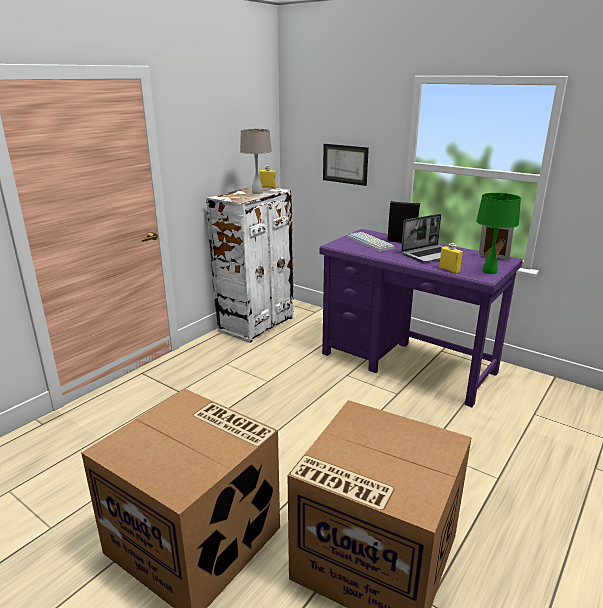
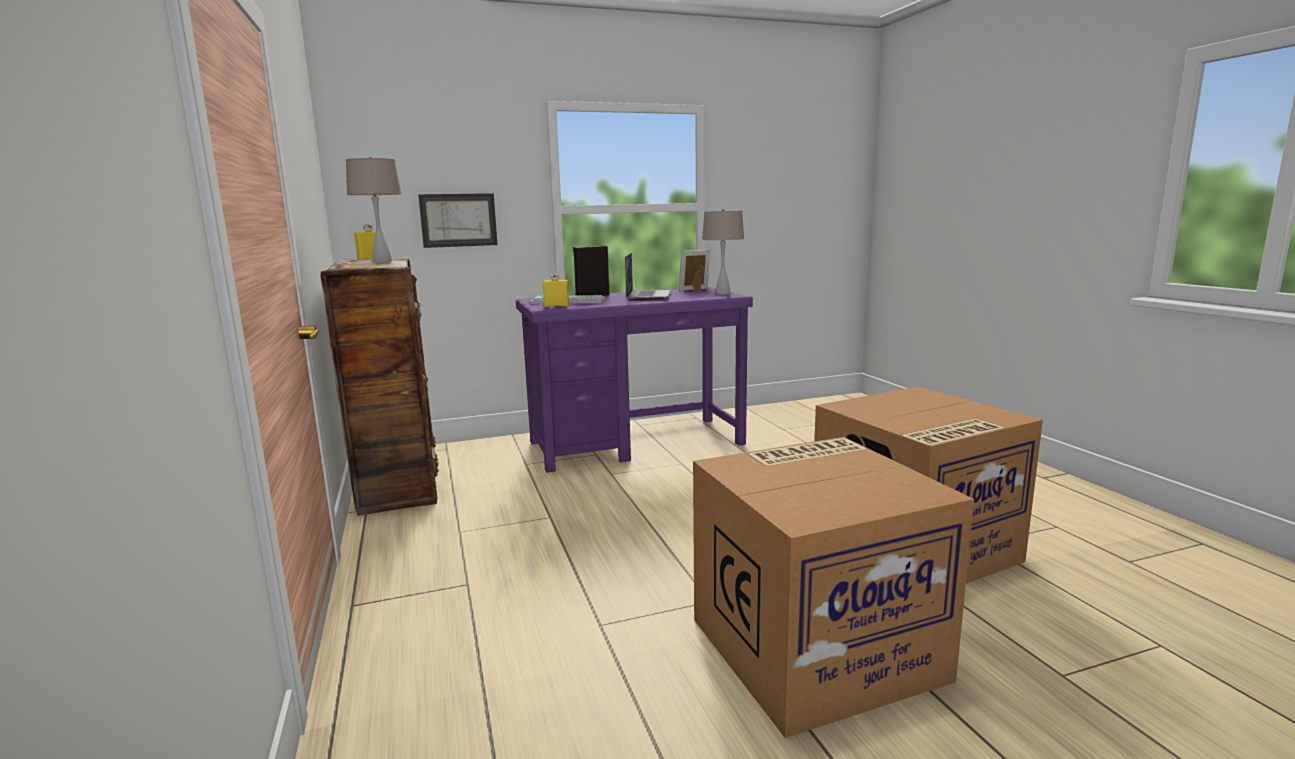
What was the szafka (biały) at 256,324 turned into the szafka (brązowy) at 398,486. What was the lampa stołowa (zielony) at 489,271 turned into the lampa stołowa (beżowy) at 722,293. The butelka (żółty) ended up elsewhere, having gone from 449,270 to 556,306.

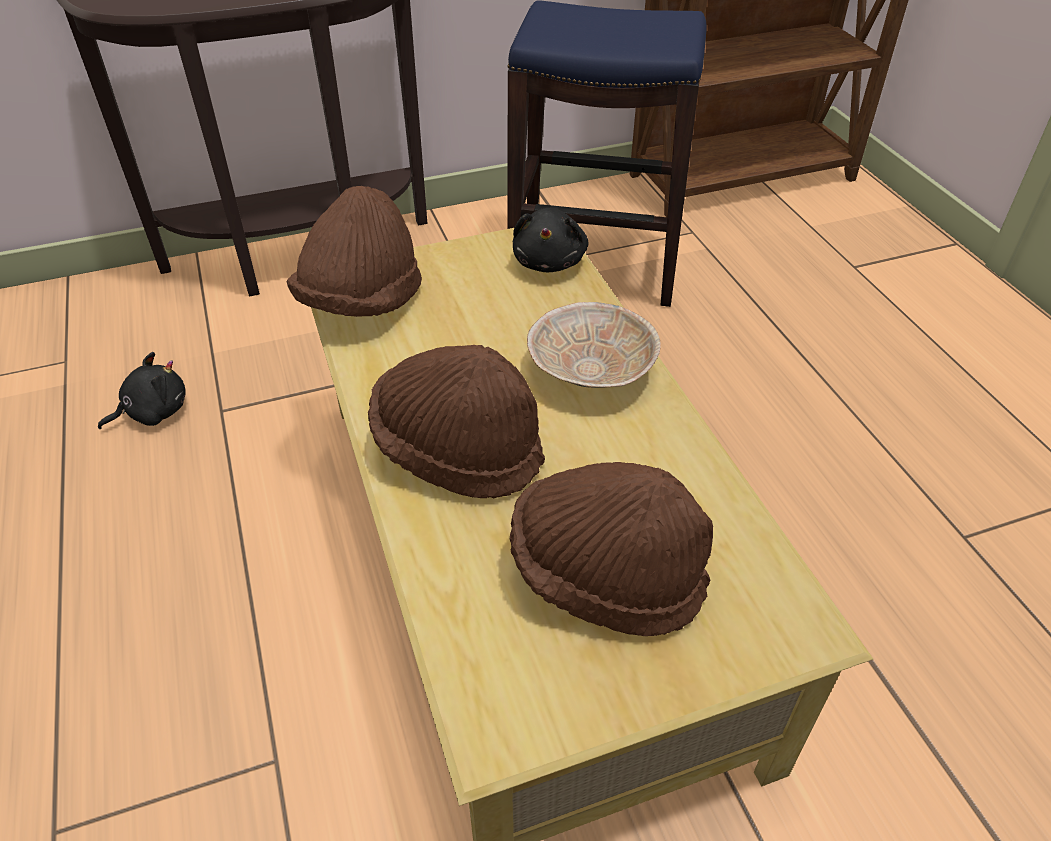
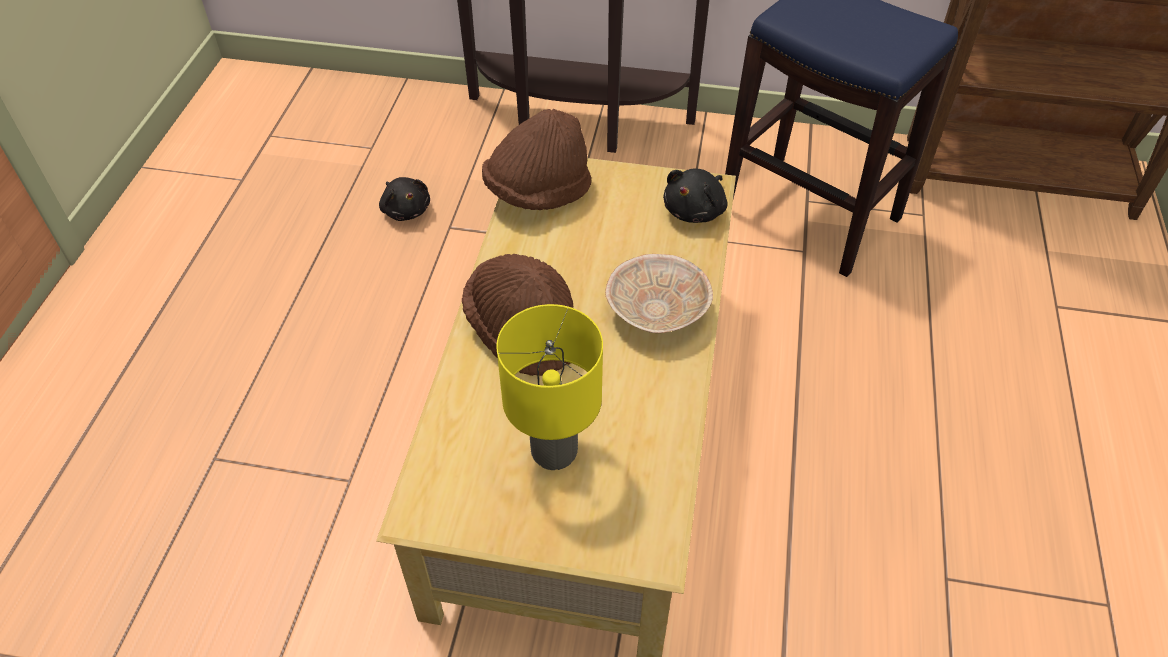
The pluszak (czarny) at 153,412 ended up facing another way, 60 degrees clockwise from before. Where the kapelusz (brązowy) stood at 606,575, the lampa stołowa (żółty) came to stand at 554,455.

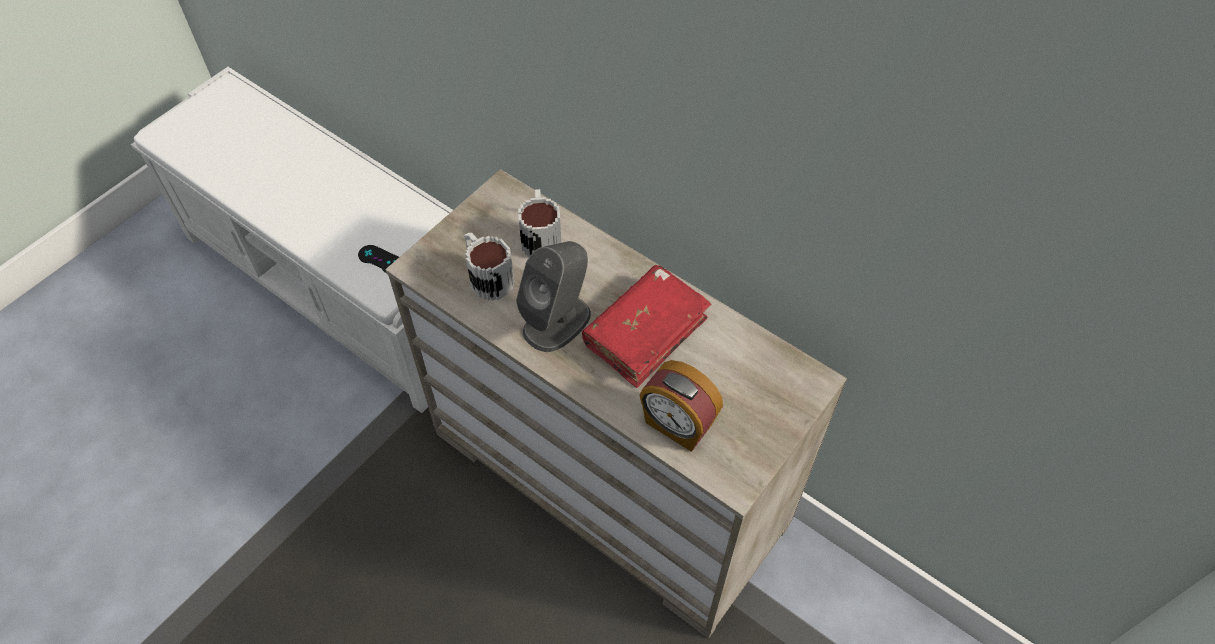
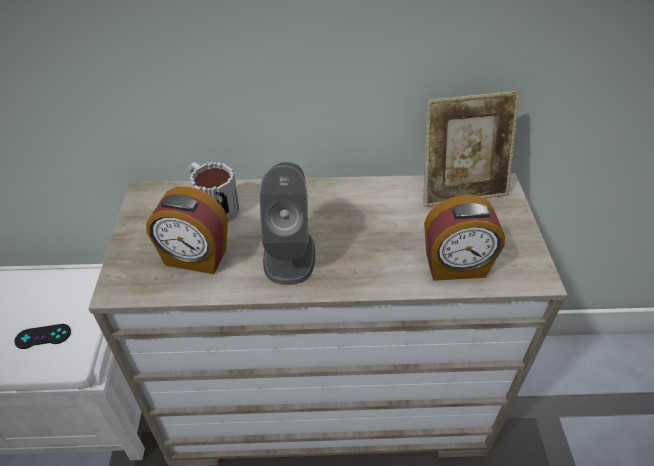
Where the kubek stood at 487,276, the budzik came to stand at 195,258. The second view lost the książka (czerwony) at 645,332. The second view gained the ramka na zdjęcie at 461,190.

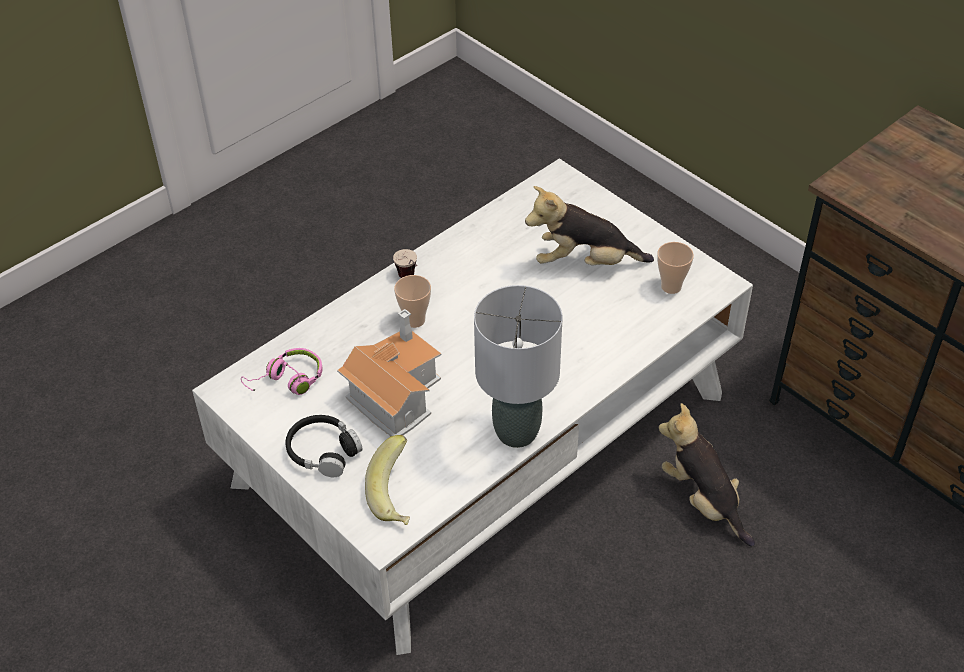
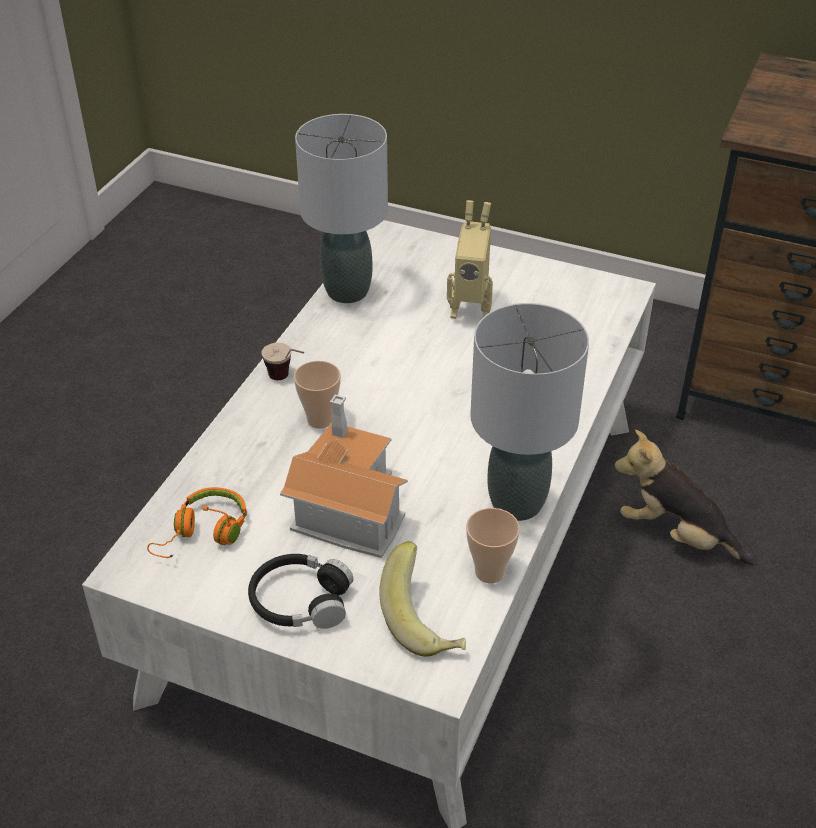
Where the pluszak stood at 584,262, the robot zabawkowy came to stand at 471,308. The filiżanka ended up elsewhere, having gone from 671,286 to 489,572. What was the słuchawki (różowy) at 287,380 turned into the słuchawki (pomarańczowy) at 204,533. The second view gained the lampa stołowa (szary) at 346,291.

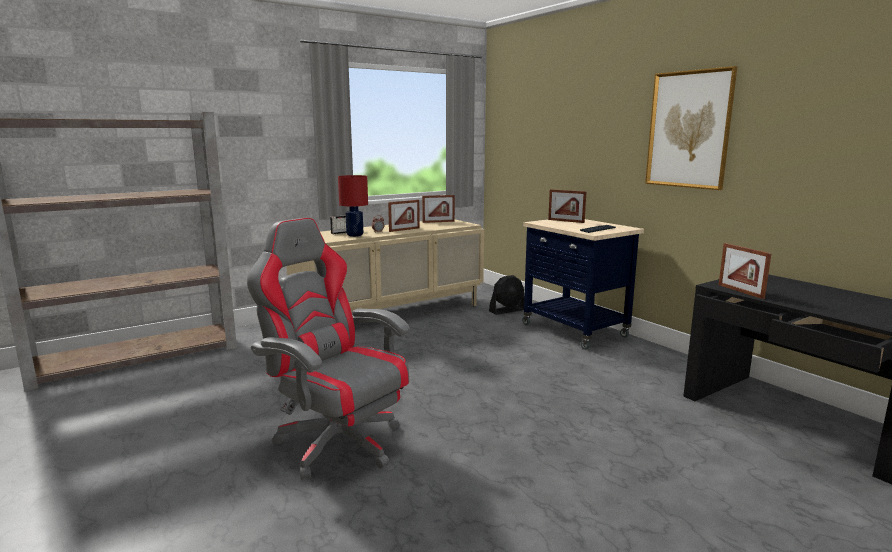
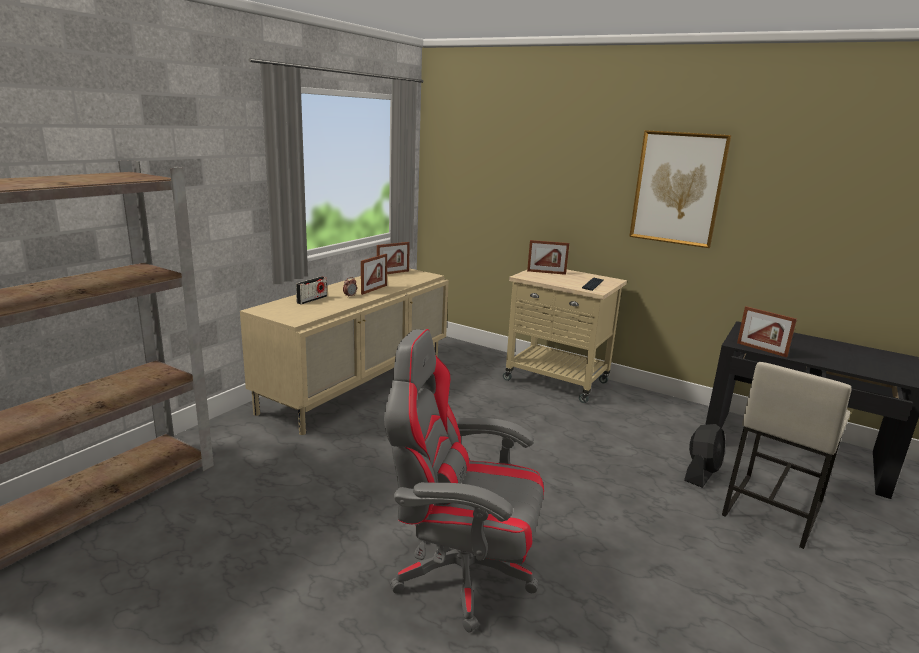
The second view lost the lampa stołowa (czerwony) at 354,236. What was the wózek (niebieski) at 575,331 turned into the wózek (beżowy) at 556,381. The wentylator (czarny) ended up elsewhere, having gone from 507,310 to 701,473. The second view gained the stołek (beżowy) at 772,509.

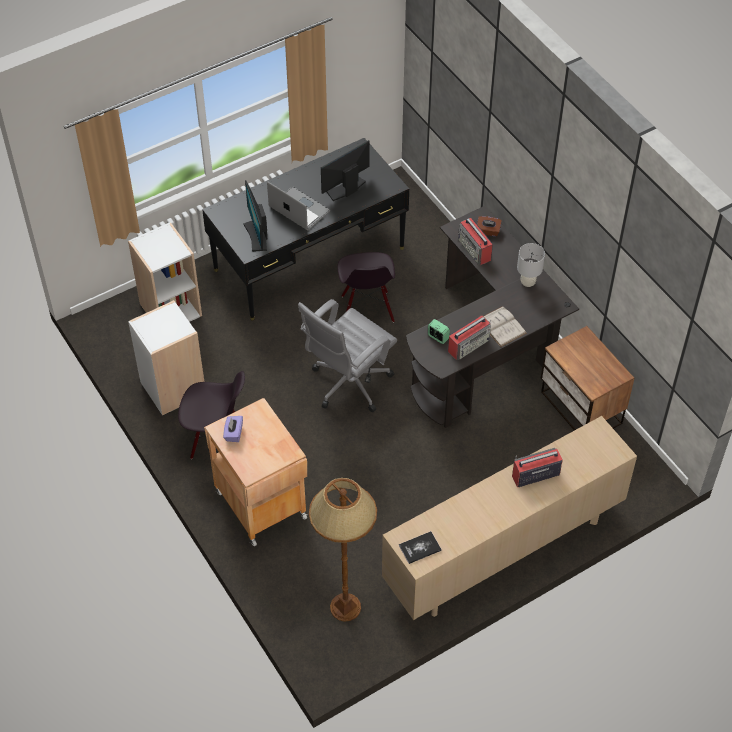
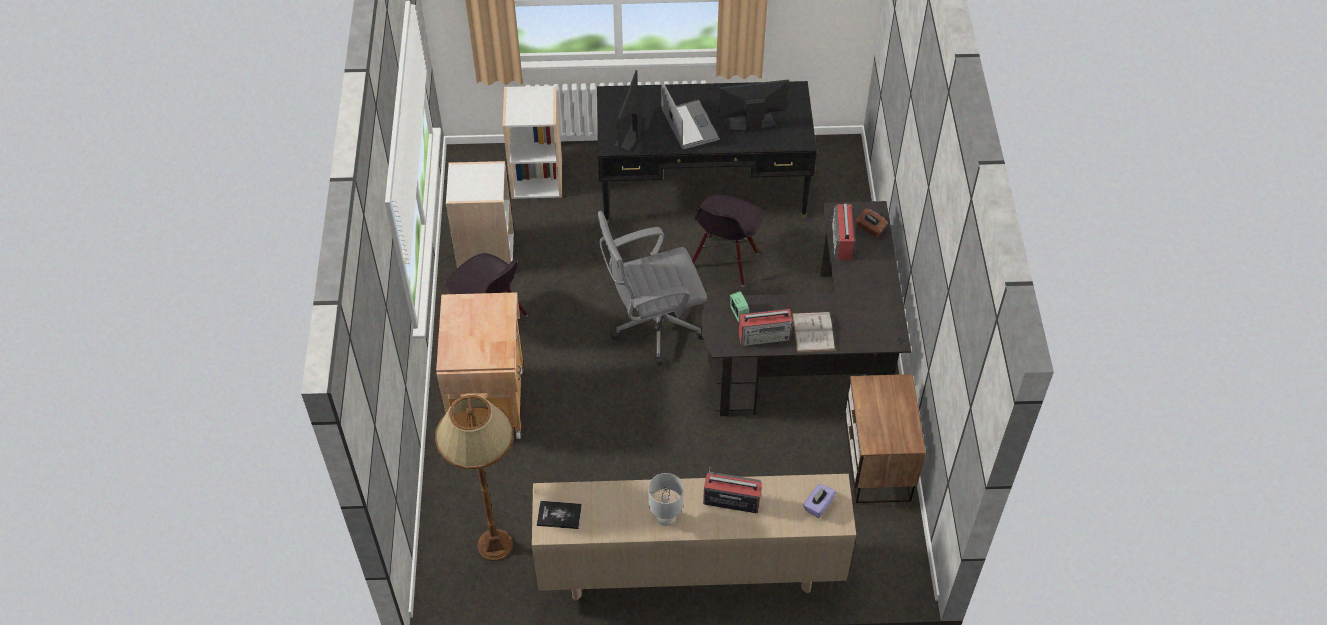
The lampa stołowa (szary) ended up elsewhere, having gone from 528,283 to 665,520. The pudełko chusteczek (fioletowy) ended up elsewhere, having gone from 233,433 to 818,505.

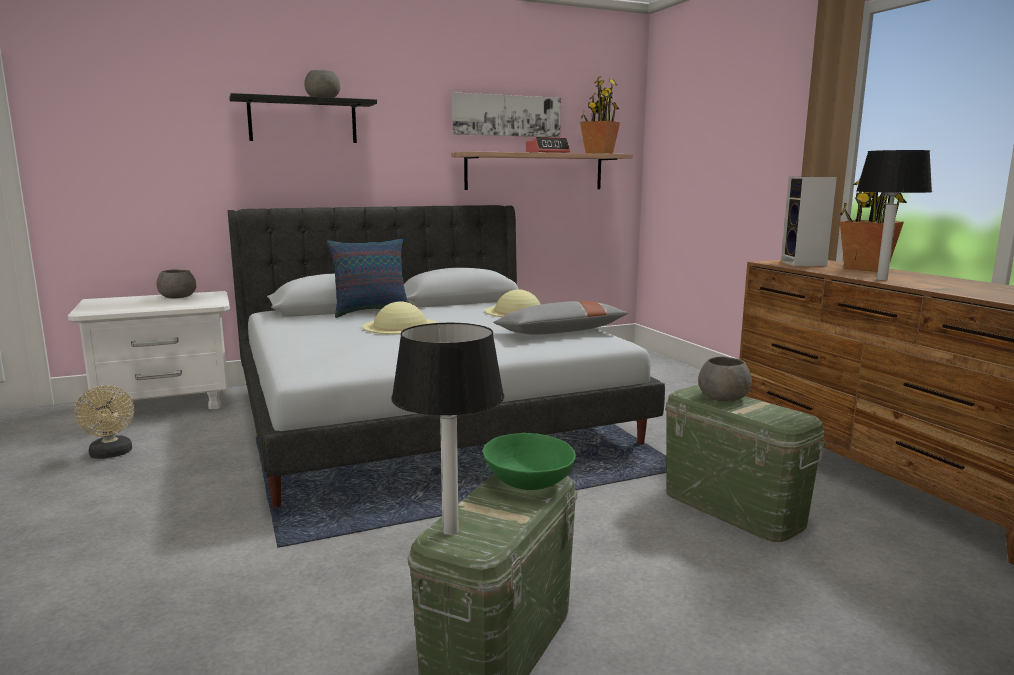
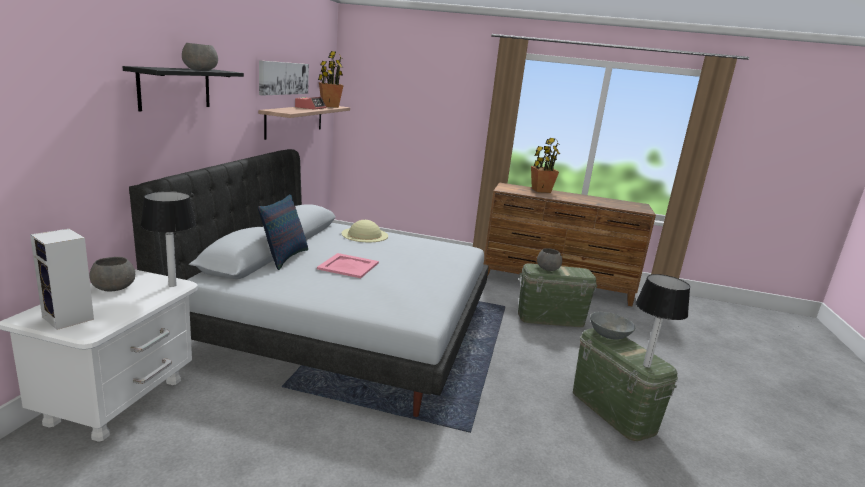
The lampa stołowa ended up elsewhere, having gone from 881,279 to 172,285. The głośnik ended up elsewhere, having gone from 805,264 to 70,318. Where the kapelusz (beżowy) stood at 400,326, the taca (różowy) came to stand at 349,266. The second view lost the poduszka (szary) at 561,332. The second view lost the wentylator (beżowy) at 111,454. What was the miska (zielony) at 527,482 turned into the miska (szary) at 609,335.

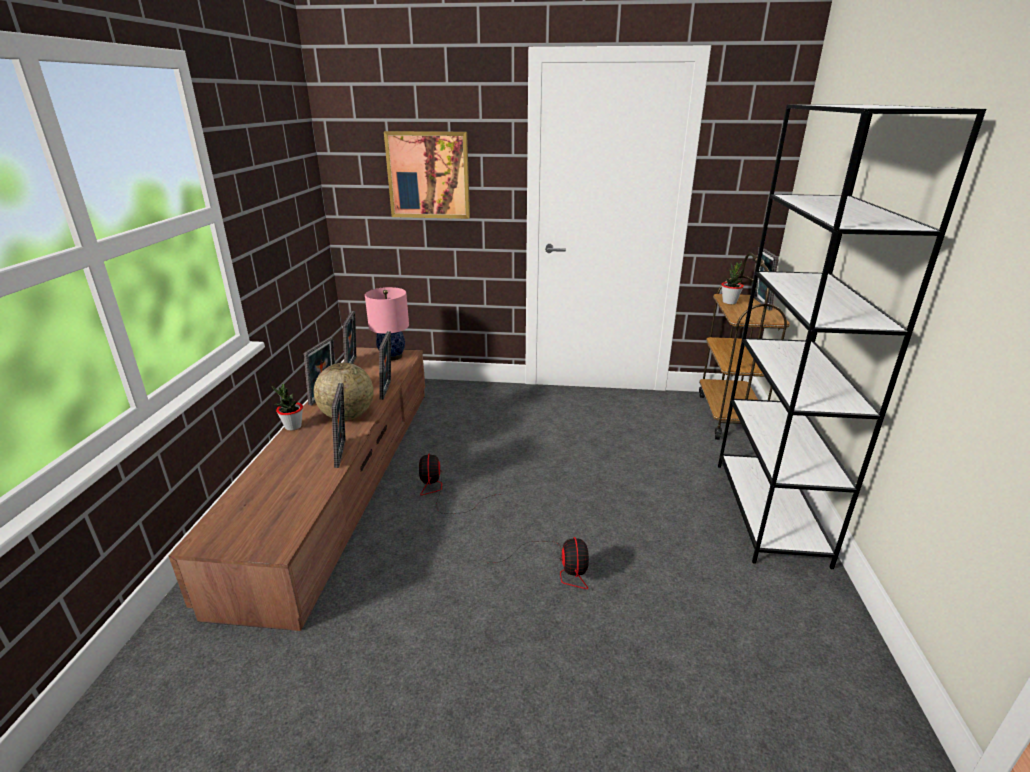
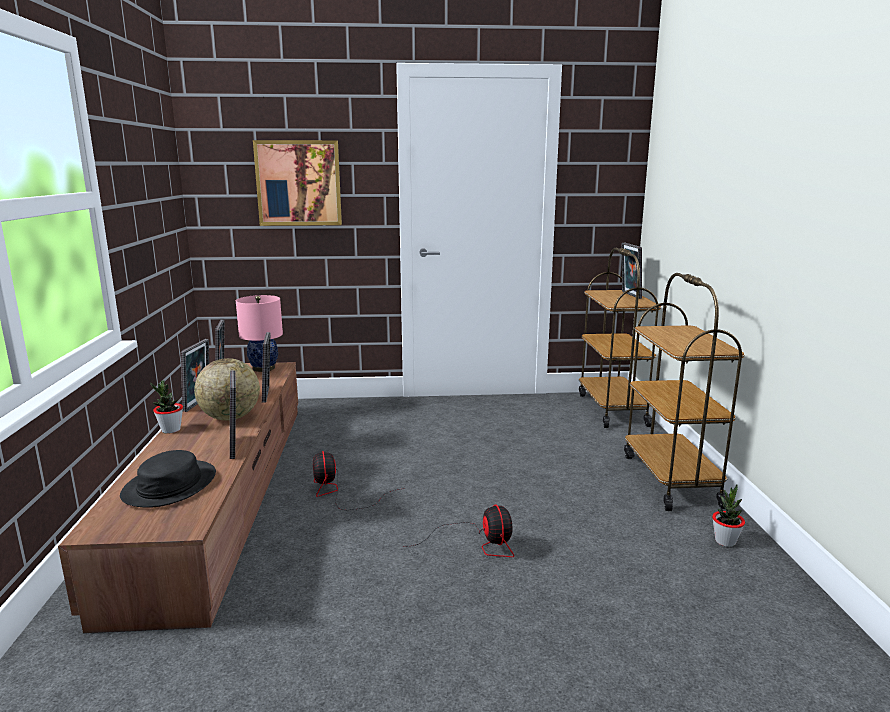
Where the regał (biały) stood at 770,512, the wózek (brązowy) came to stand at 671,479. The roślina doniczkowa ended up elsewhere, having gone from 729,302 to 725,541. The second view gained the kapelusz (czarny) at 169,485.

